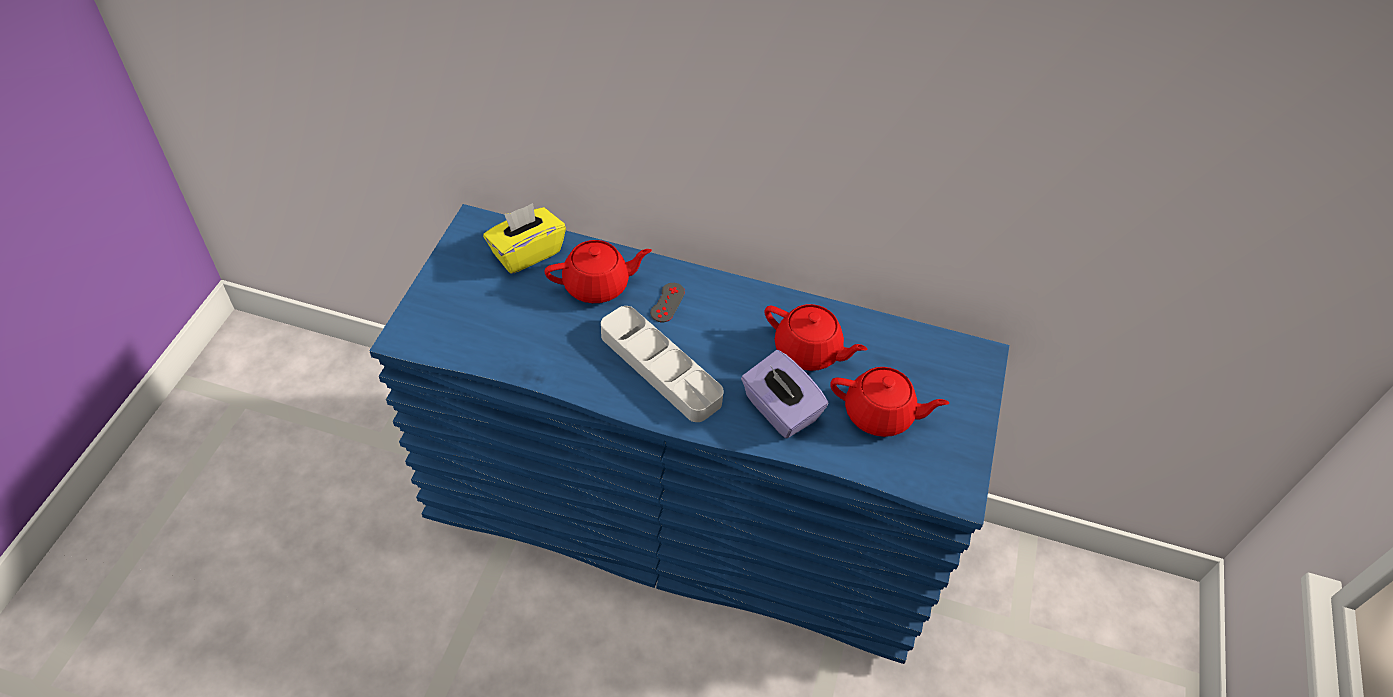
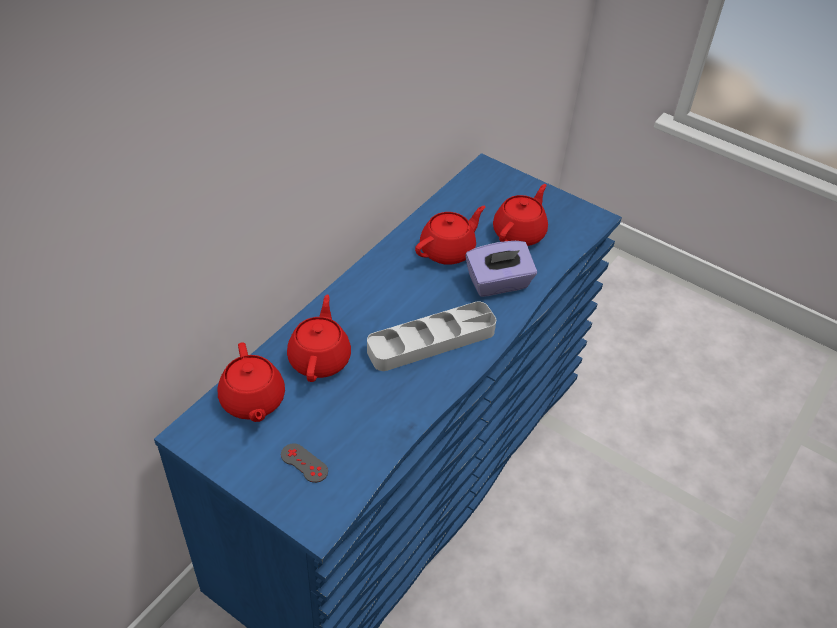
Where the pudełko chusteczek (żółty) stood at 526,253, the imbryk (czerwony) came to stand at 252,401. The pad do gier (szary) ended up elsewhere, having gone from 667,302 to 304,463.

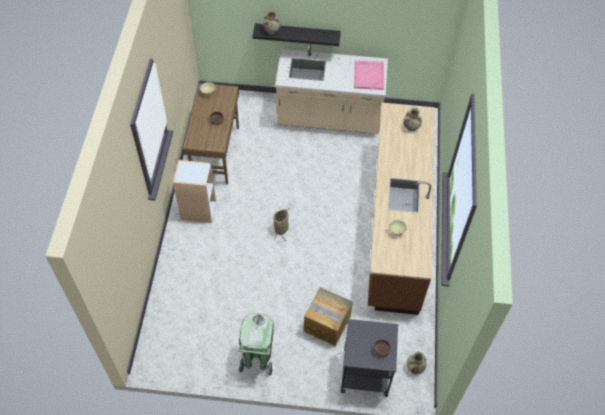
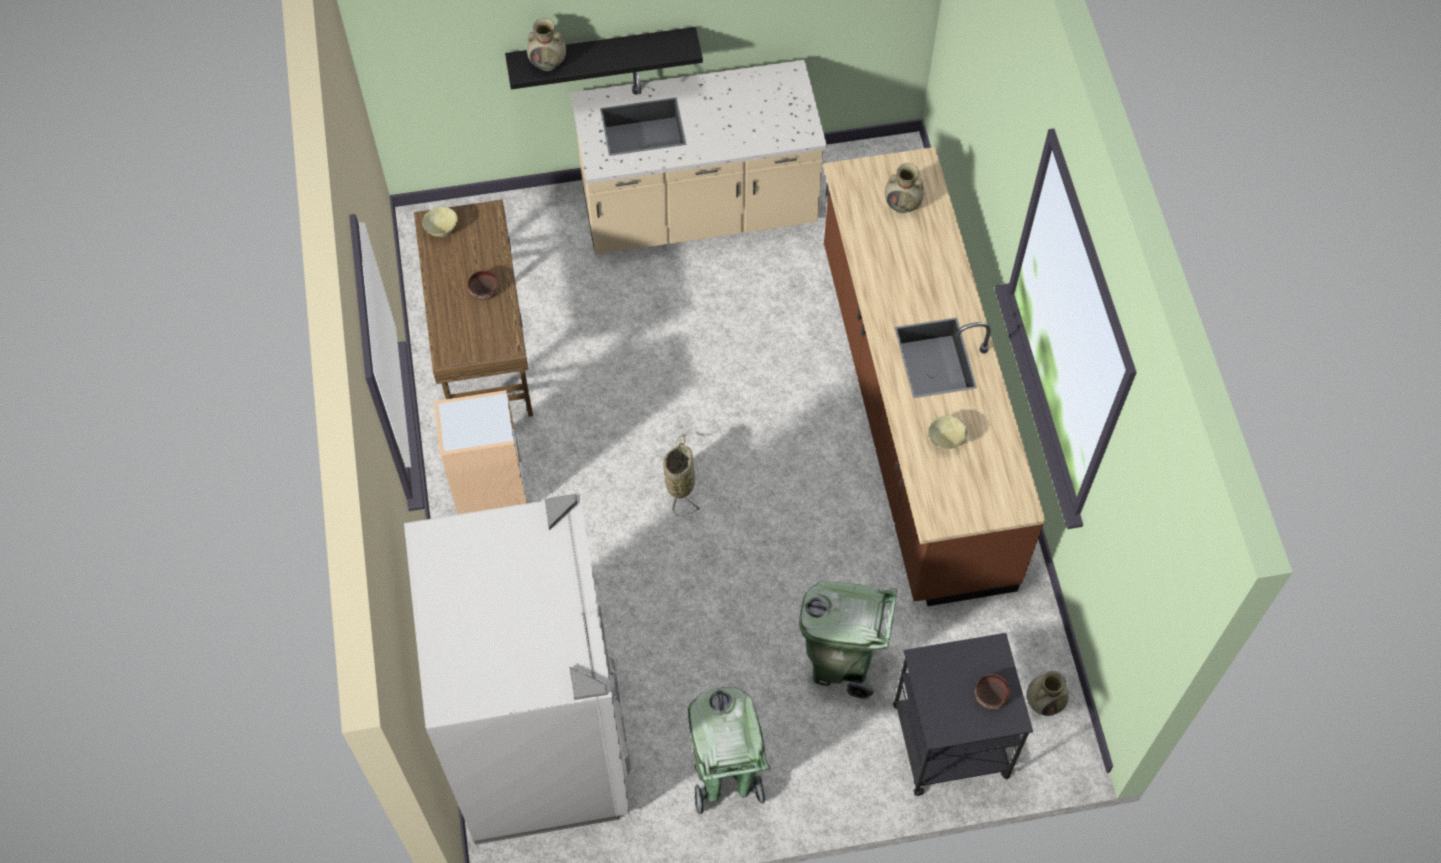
The second view lost the taca (różowy) at 369,75. Where the skrzynka stood at 327,324, the kosz na śmieci (zielony) came to stand at 841,662. The second view gained the lodówka (biały) at 542,739.

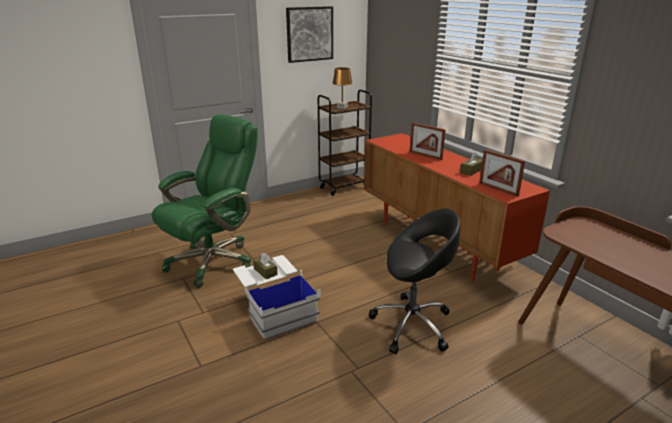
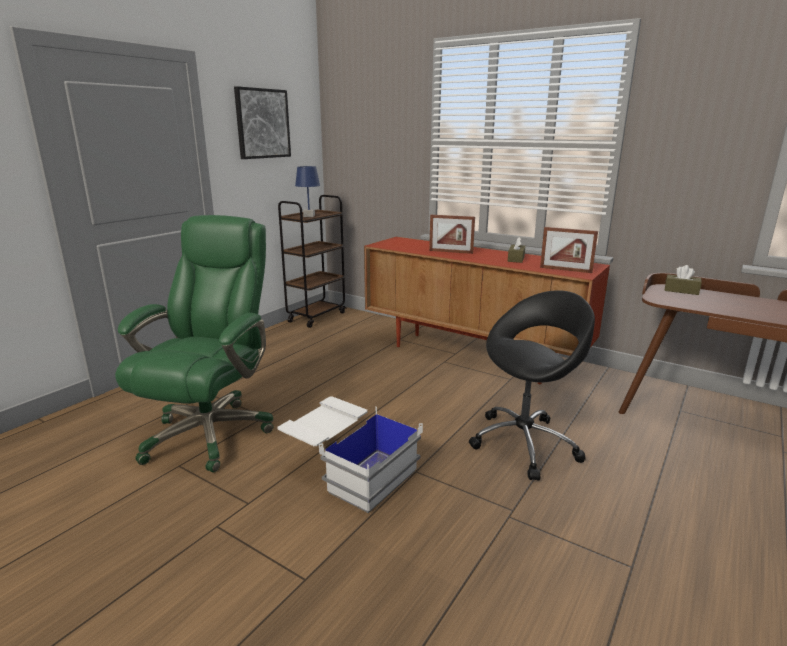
What was the lampa stołowa (brązowy) at 342,107 turned into the lampa stołowa (niebieski) at 309,216. The pudełko chusteczek (brązowy) ended up elsewhere, having gone from 265,271 to 681,290.

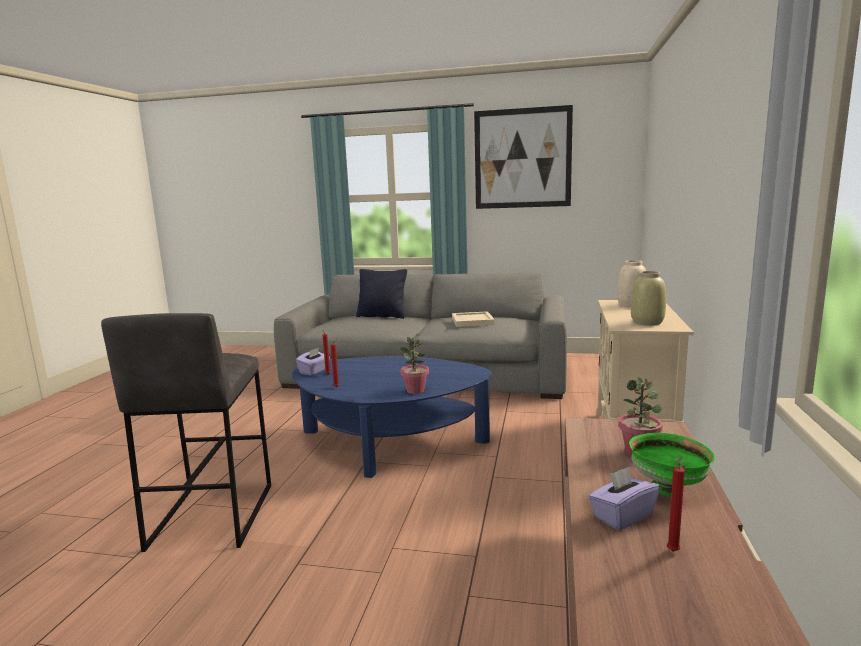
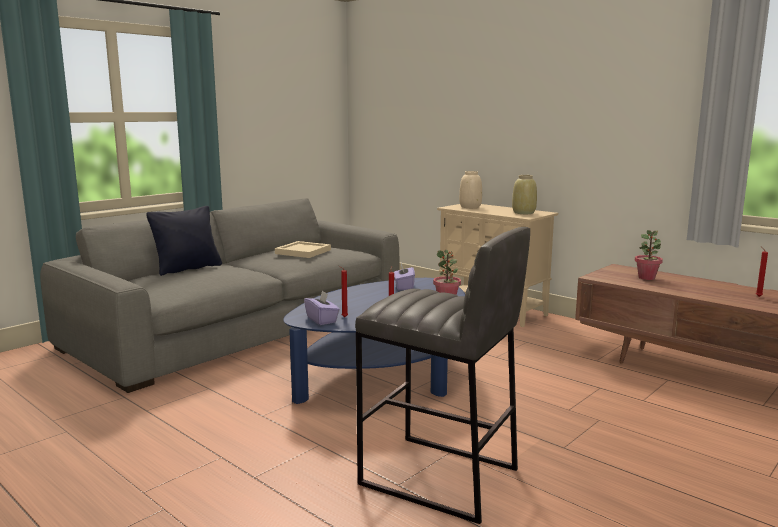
The second view lost the obraz at 522,158. The second view lost the miska (zielony) at 667,488. The pudełko chusteczek (fioletowy) ended up elsewhere, having gone from 622,516 to 404,287.

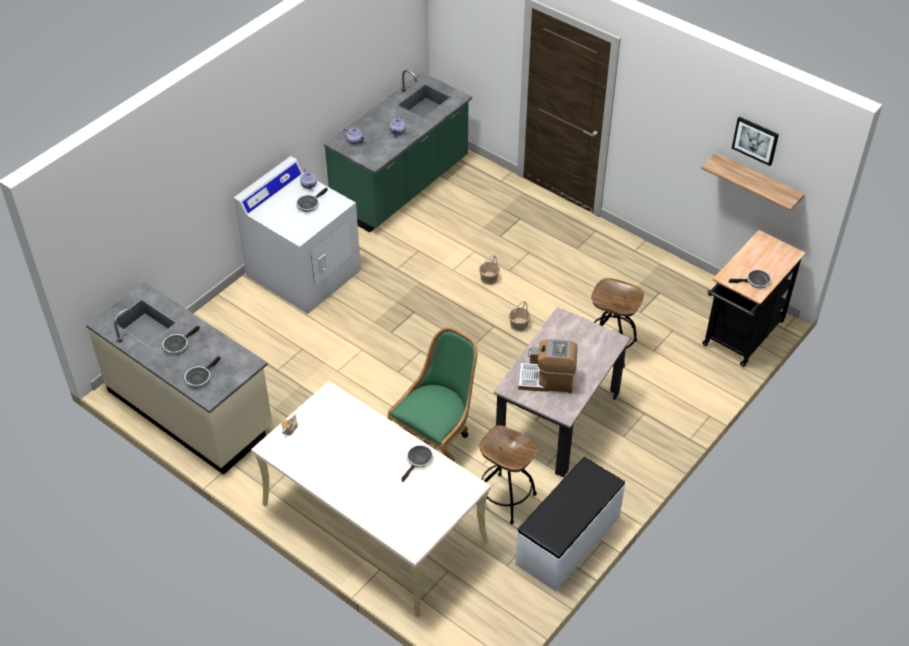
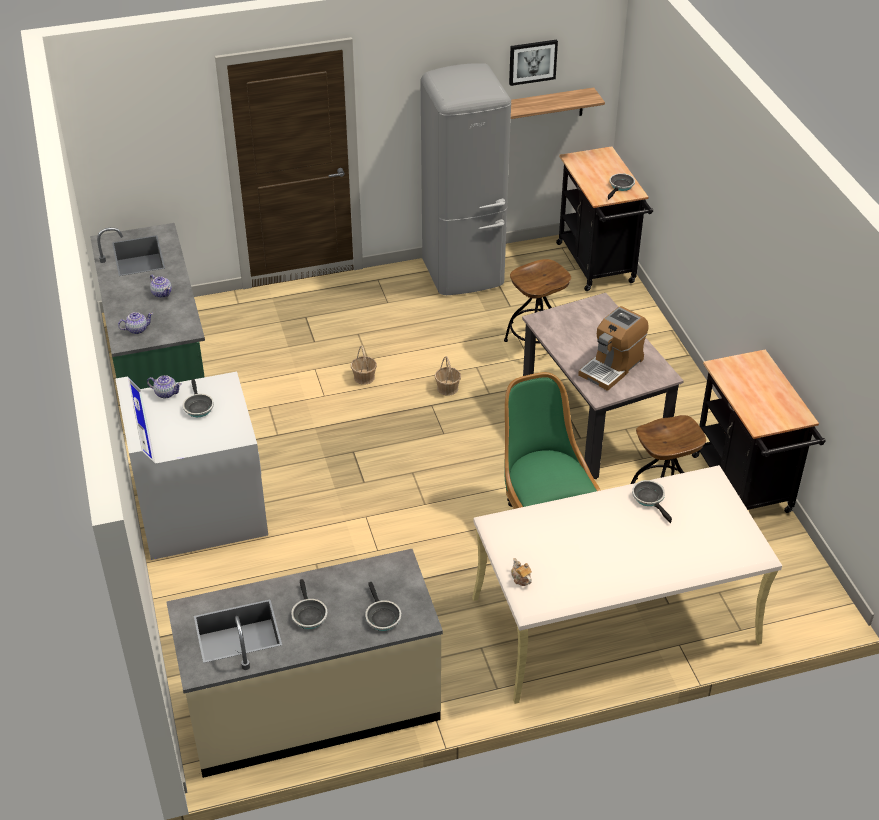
Where the ławka (biały) stood at 569,540, the wózek (czarny) came to stand at 745,489. The second view gained the lodówka (szary) at 464,274.

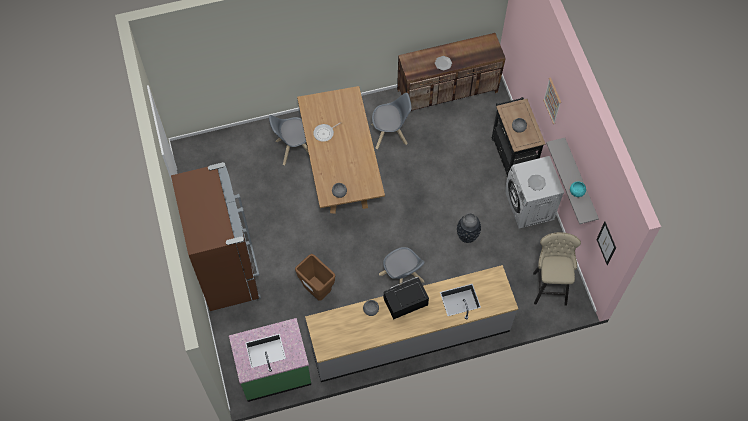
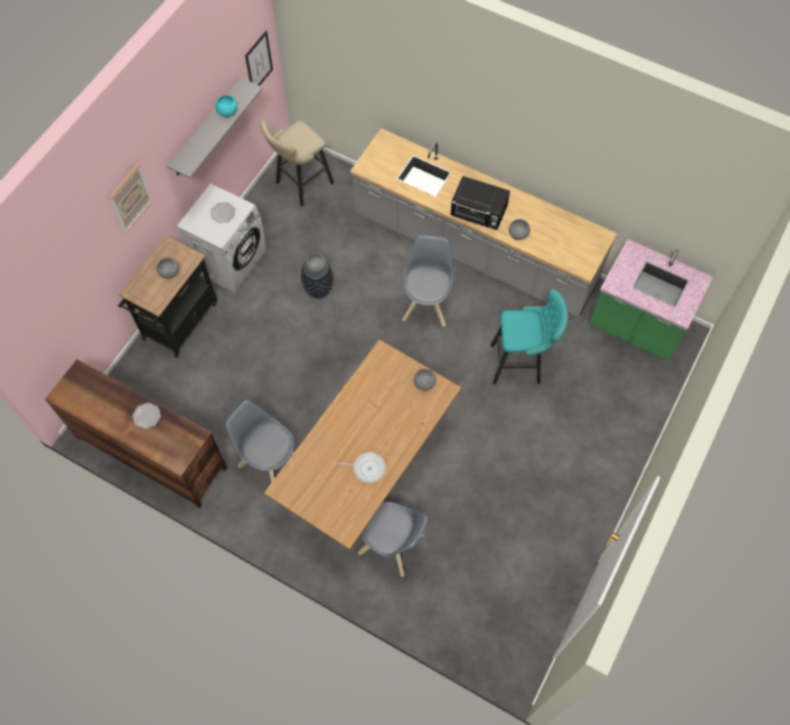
The second view lost the lodówka (brązowy) at 228,269. Where the kosz na śmieci (brązowy) stood at 317,291, the stołek (turkusowy) came to stand at 522,363.

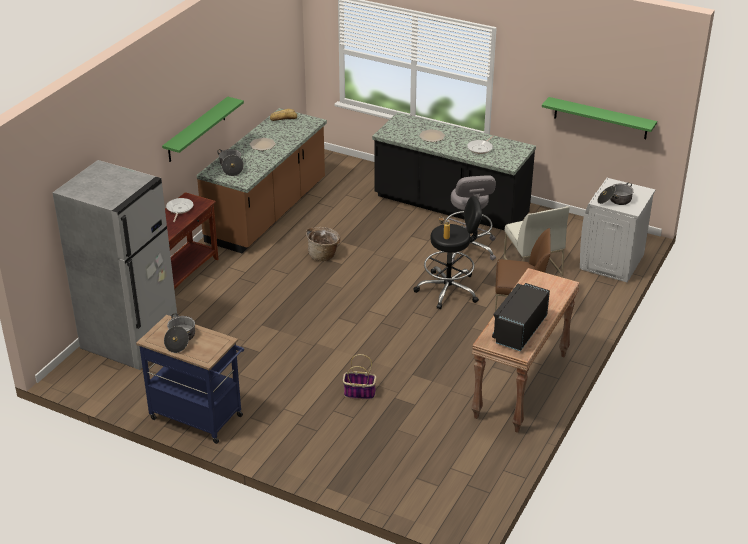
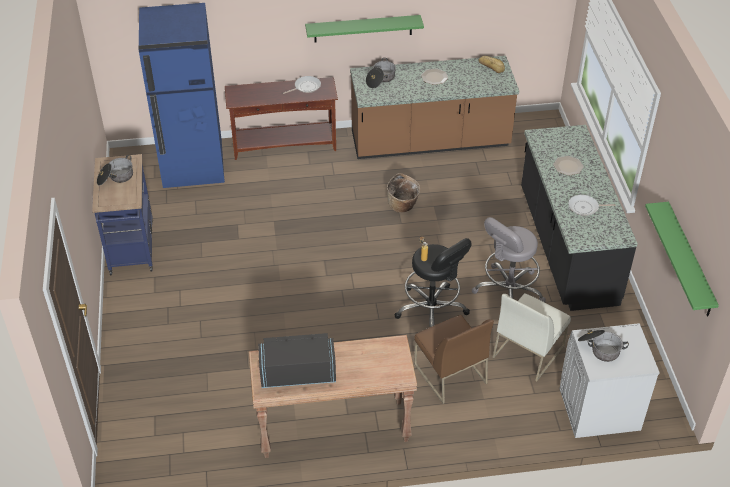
What was the lodówka (szary) at 130,339 turned into the lodówka (niebieski) at 193,163. The second view lost the koszyk at 359,393.

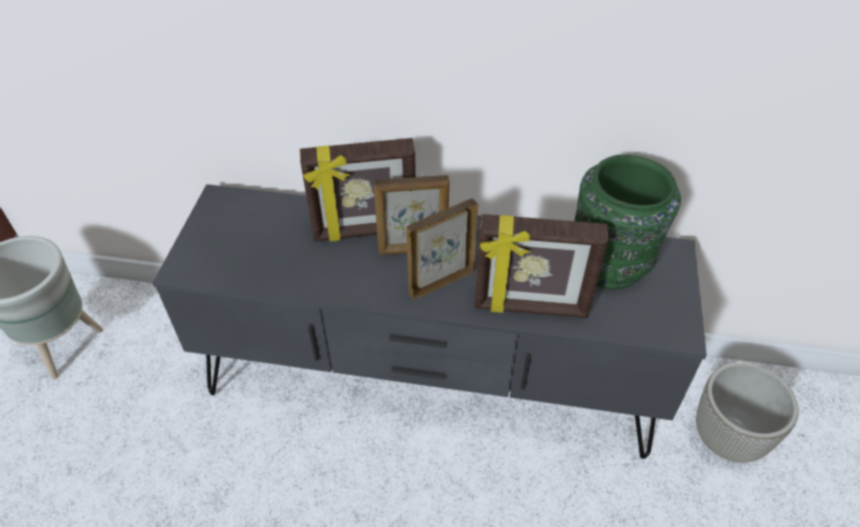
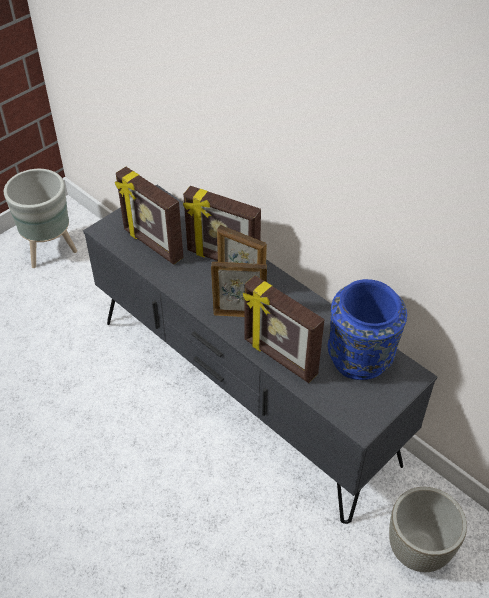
What was the wazon (zielony) at 610,263 turned into the wazon (niebieski) at 360,359. The second view gained the ramka na zdjęcie at 152,245.

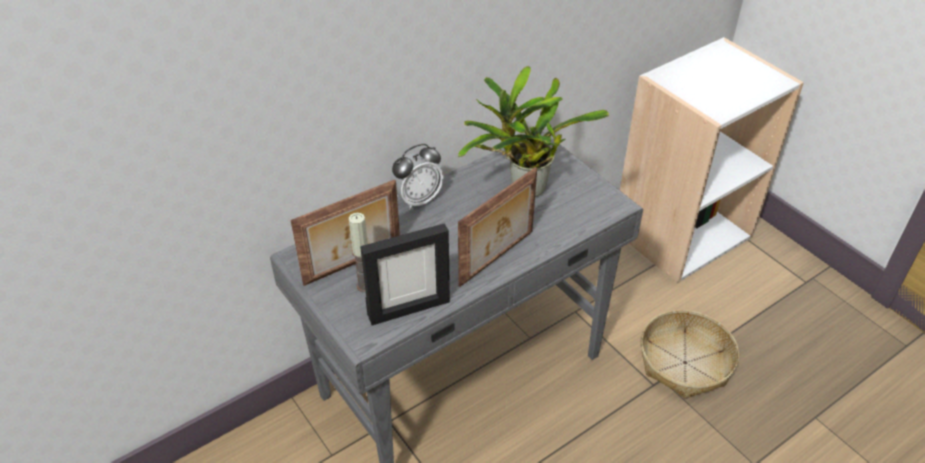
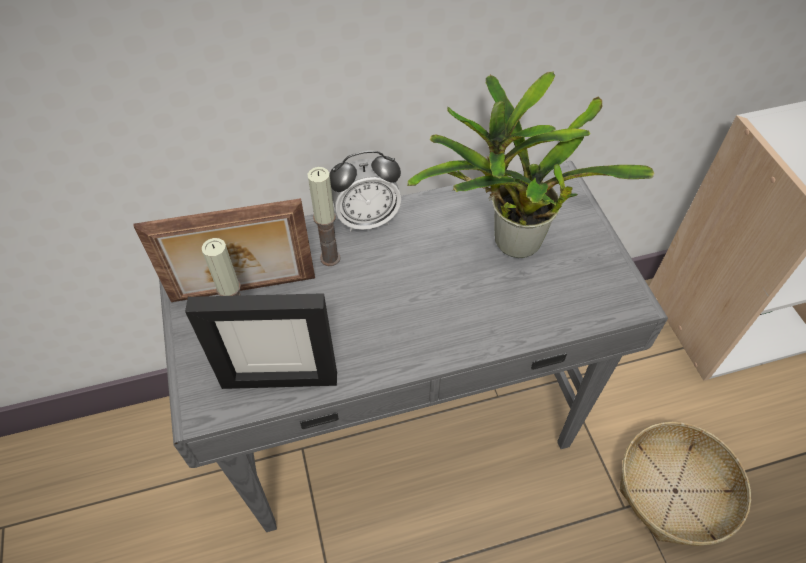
The second view lost the ramka na zdjęcie at 498,259. The second view gained the świeca at 330,258.

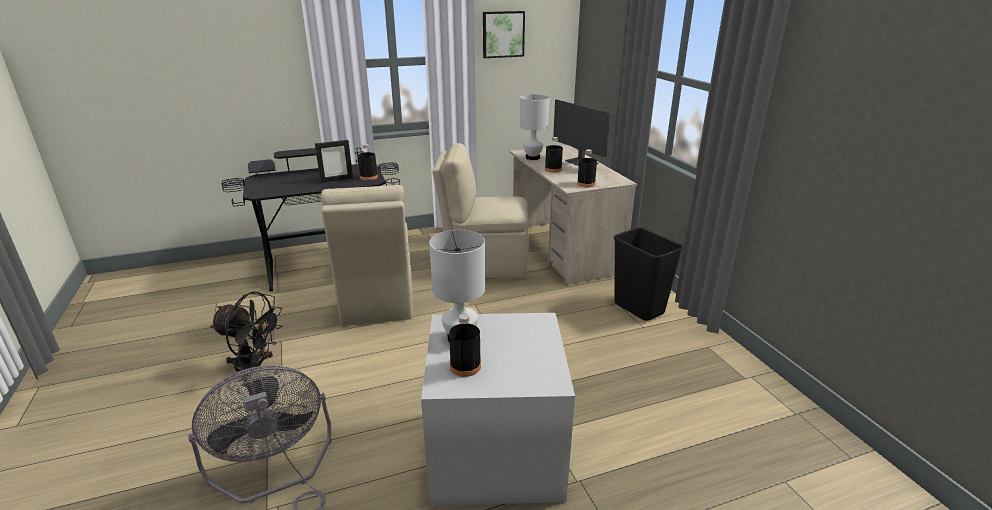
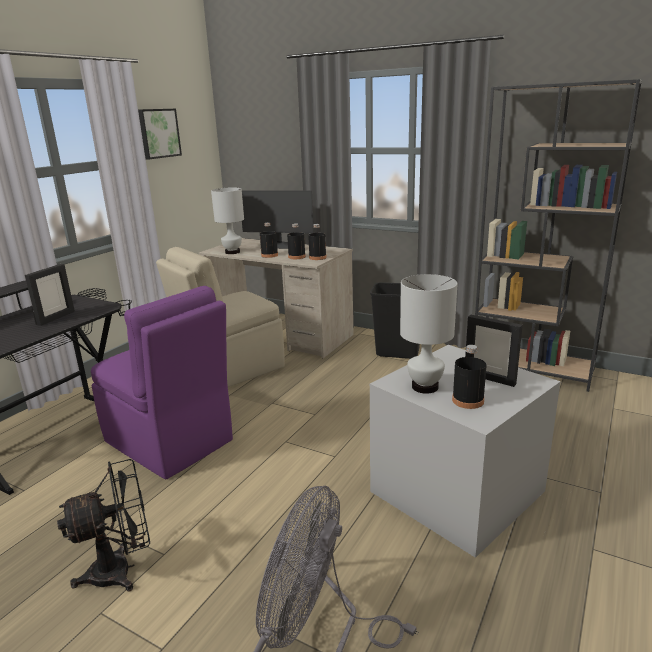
The butelka (czarny) ended up elsewhere, having gone from 368,177 to 297,257. What was the krzesło (beżowy) at 377,301 turned into the krzesło (fioletowy) at 170,442. The second view gained the regał at 532,369. The second view gained the ramka na zdjęcie at 490,378.

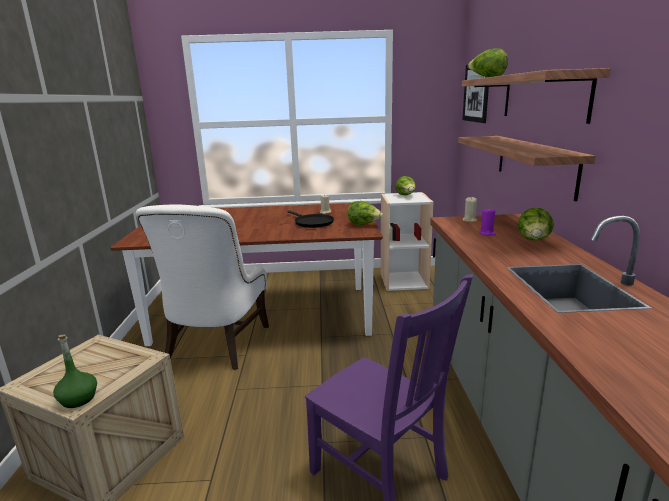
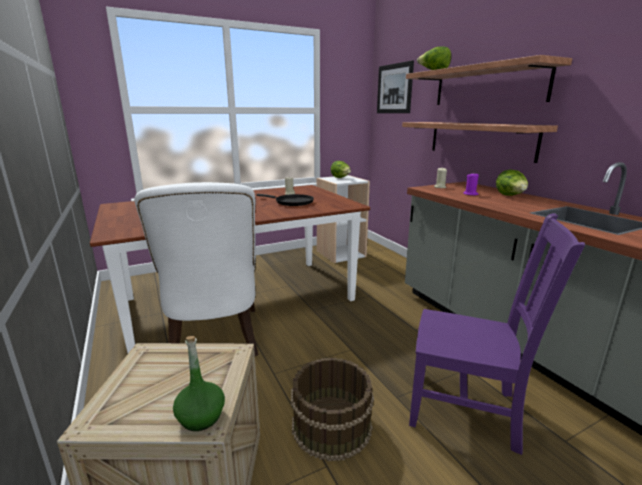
The second view lost the sałata at 364,225. The second view gained the wiadro (brązowy) at 330,425.

